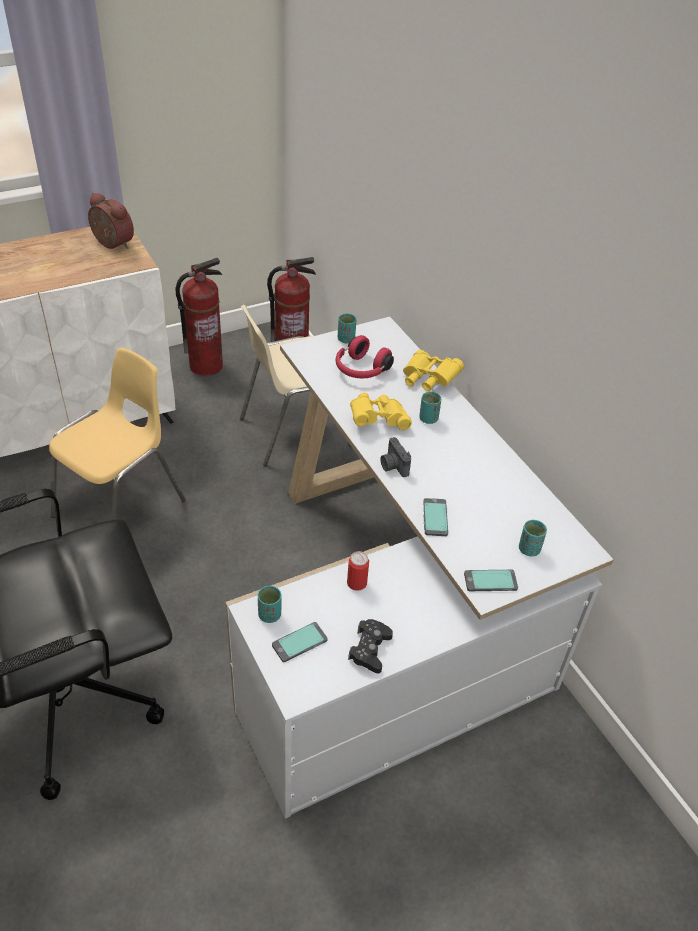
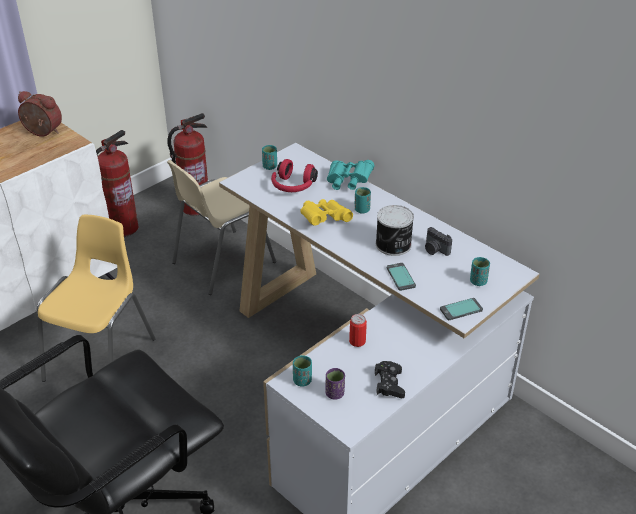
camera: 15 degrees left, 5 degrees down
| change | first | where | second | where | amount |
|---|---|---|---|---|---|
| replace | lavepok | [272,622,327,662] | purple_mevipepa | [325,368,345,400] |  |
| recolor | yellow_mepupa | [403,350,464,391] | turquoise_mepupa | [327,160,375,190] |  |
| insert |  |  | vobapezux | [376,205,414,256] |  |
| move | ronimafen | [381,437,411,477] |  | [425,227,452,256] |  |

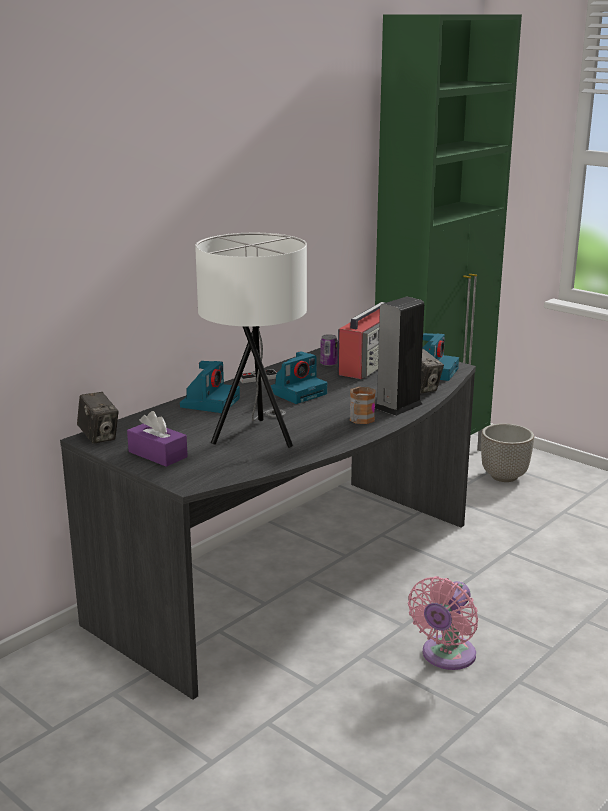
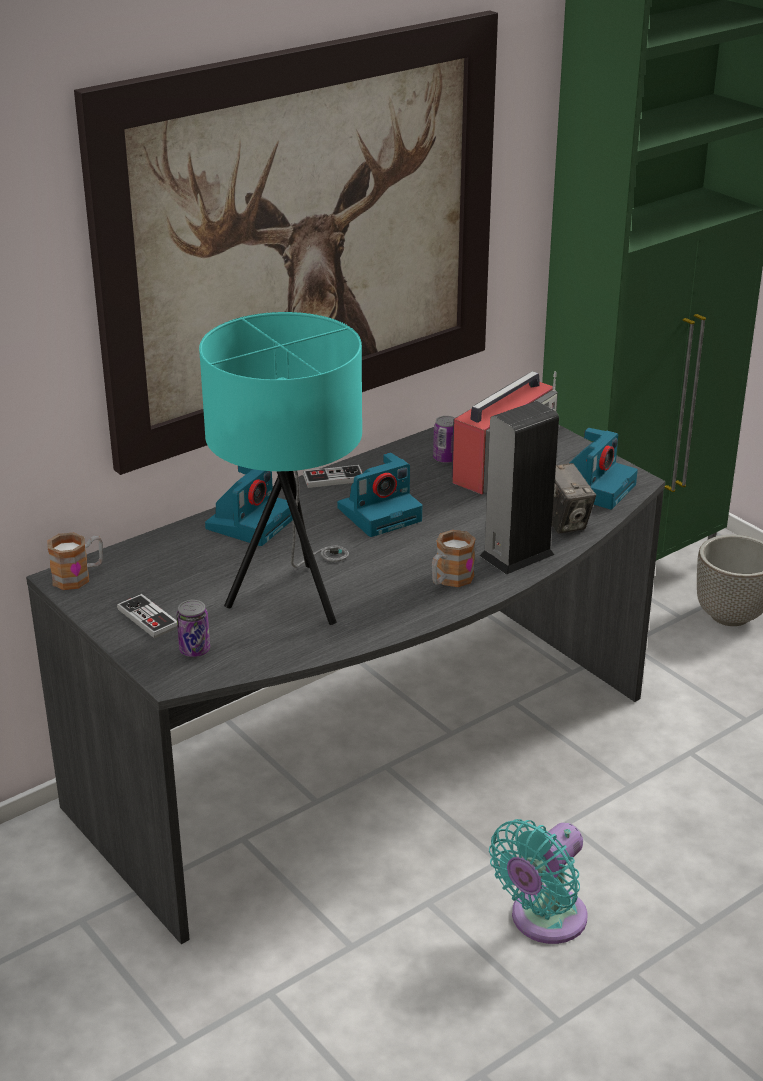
camera: 10 degrees right, 10 degrees up
| change | first | where | second | where | amount |
|---|---|---|---|---|---|
| replace | ronimafen | [77,392,119,444] | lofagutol | [48,533,103,590] |  |
| insert |  |  | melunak | [74,10,498,475] |  |
| replace | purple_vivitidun | [127,411,188,467] | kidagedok | [117,594,177,638] |  |
| insert |  |  | vobapezux | [177,600,210,657] |  |
| recolor | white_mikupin | [195,233,307,448] | turquoise_mikupin | [199,312,362,625] |  |
| recolor | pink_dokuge | [408,576,478,670] | turquoise_dokuge | [489,819,588,944] |  |

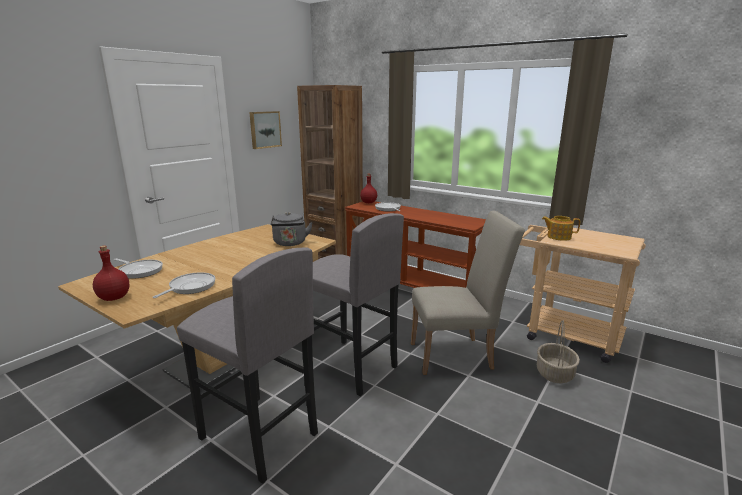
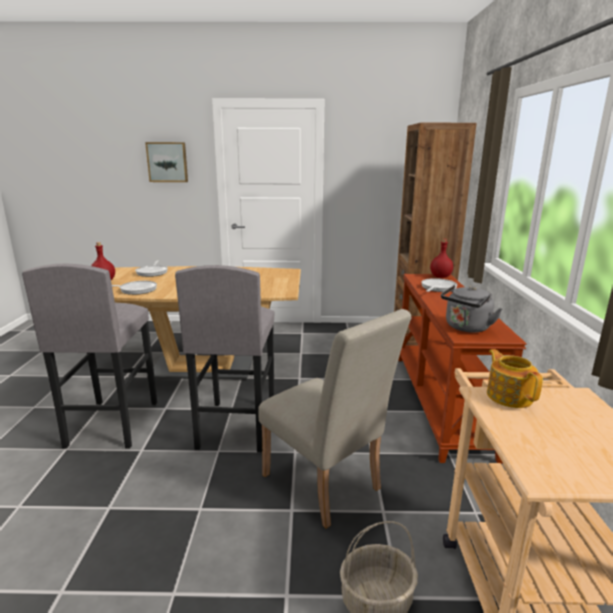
camera: 55 degrees right, 0 degrees up
| change | first | where | second | where | amount |
|---|---|---|---|---|---|
| move | melunak | [249,111,282,149] |  | [145,142,188,182] |  |
| move | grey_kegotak | [271,212,313,246] |  | [441,285,502,333] |  |

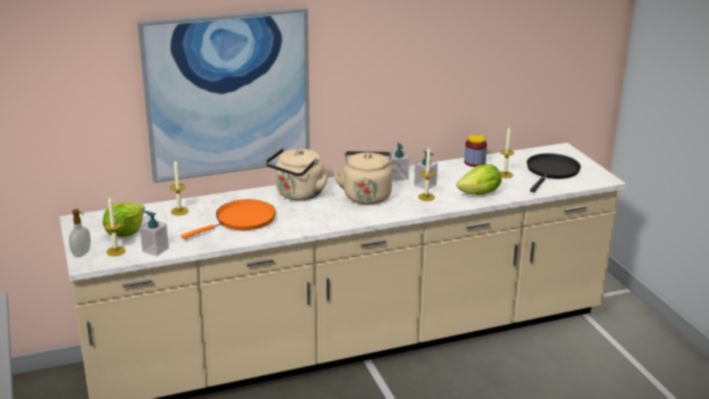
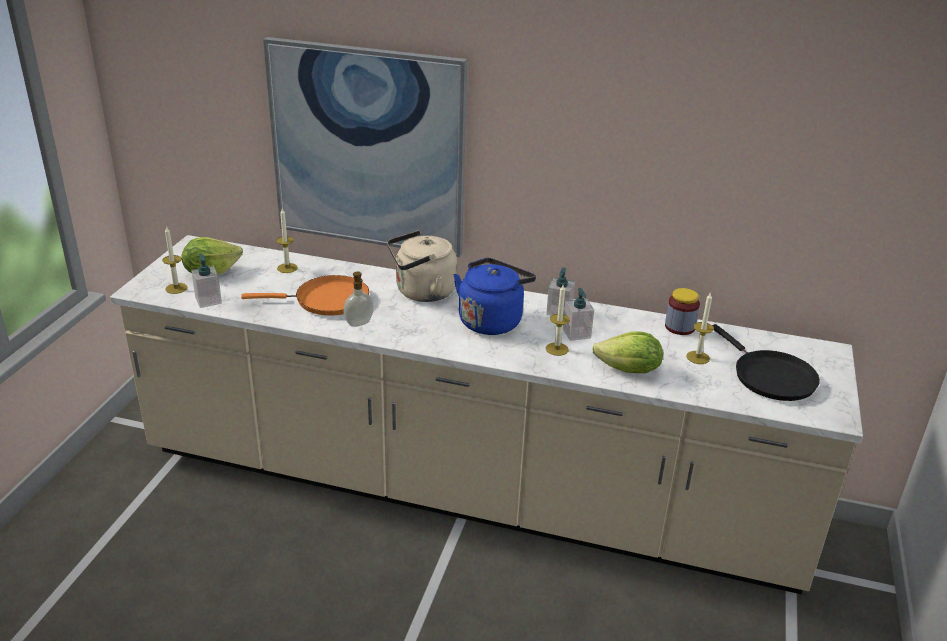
camera: 35 degrees right, 5 degrees up
| change | first | where | second | where | amount |
|---|---|---|---|---|---|
| move | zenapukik | [69,209,91,257] |  | [344,272,374,327] |  |
| recolor | beige_kegotak | [333,151,392,205] | blue_kegotak | [454,258,536,335] |  |
| rotate | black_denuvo | [527,153,581,192] |  | [712,324,820,401] | 90 degrees clockwise |

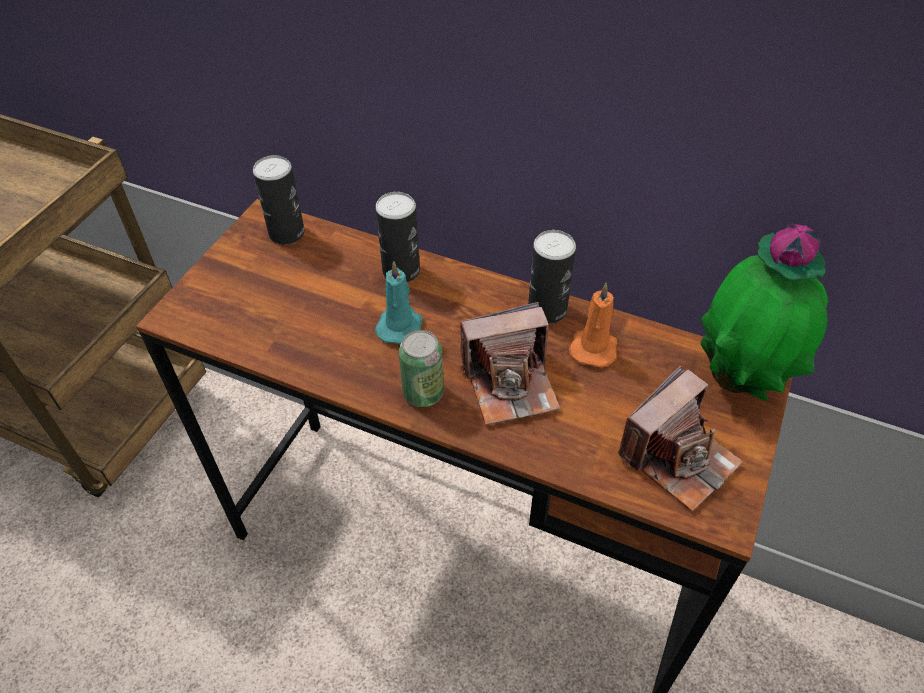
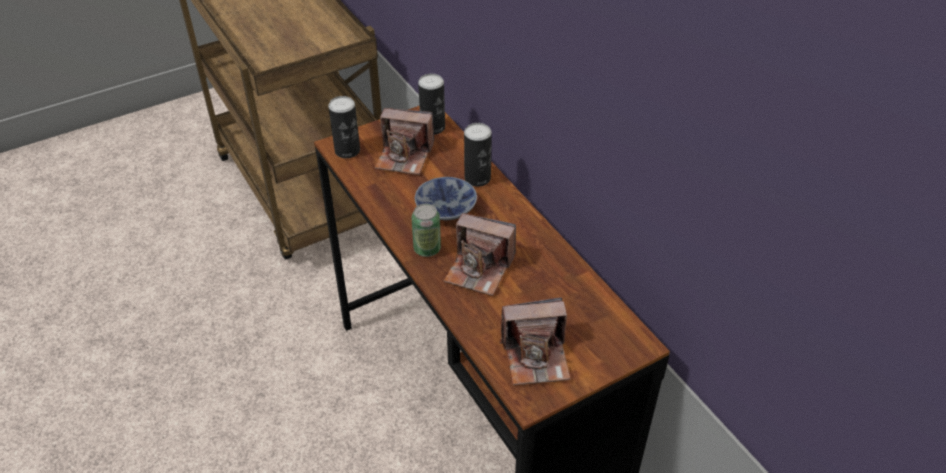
camera: 35 degrees right, 5 degrees down
| change | first | where | second | where | amount |
|---|---|---|---|---|---|
| move | vobapezux | [528,230,576,324] |  | [328,96,360,158] |  |
| insert |  |  | ronimafen | [375,108,434,175] |  |
| replace | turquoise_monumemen | [375,261,423,344] | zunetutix | [415,177,477,220] |  |
| delete | orange_monumemen | [569,283,617,368] |  |  |  |
| delete | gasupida | [700,224,828,401] |  |  |  |

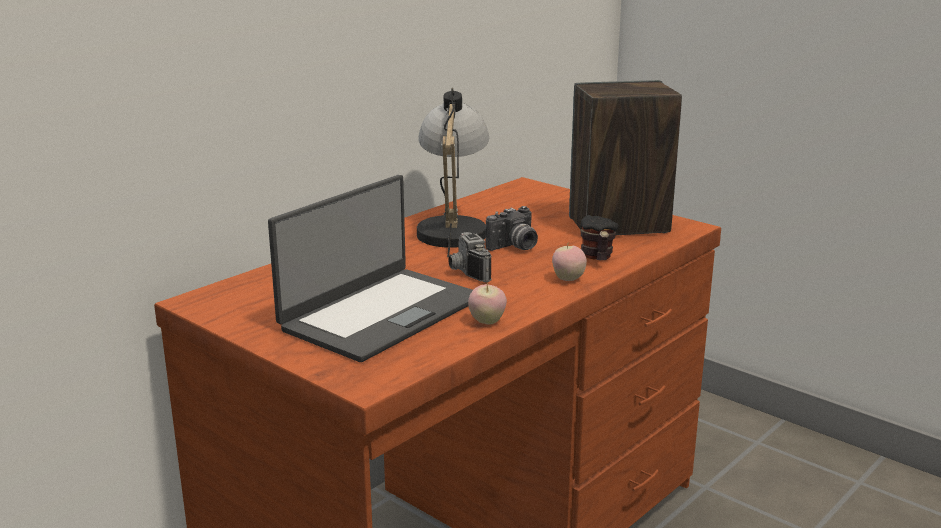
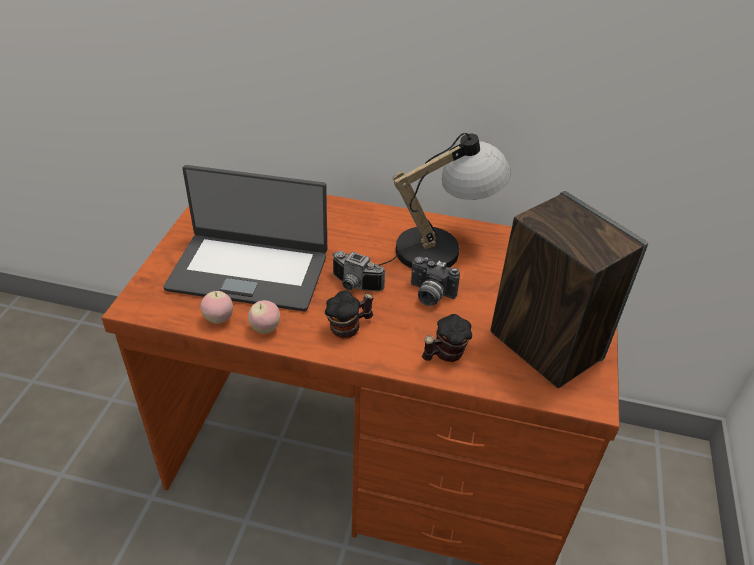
camera: 60 degrees right, 20 degrees up
| change | first | where | second | where | amount |
|---|---|---|---|---|---|
| move | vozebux | [552,244,587,281] |  | [200,291,233,324] |  |
| insert |  |  | lofagutol | [325,290,374,339] |  |
| rotate | ronimafen | [448,232,491,283] |  | [332,251,386,291] | 105 degrees counterclockwise |

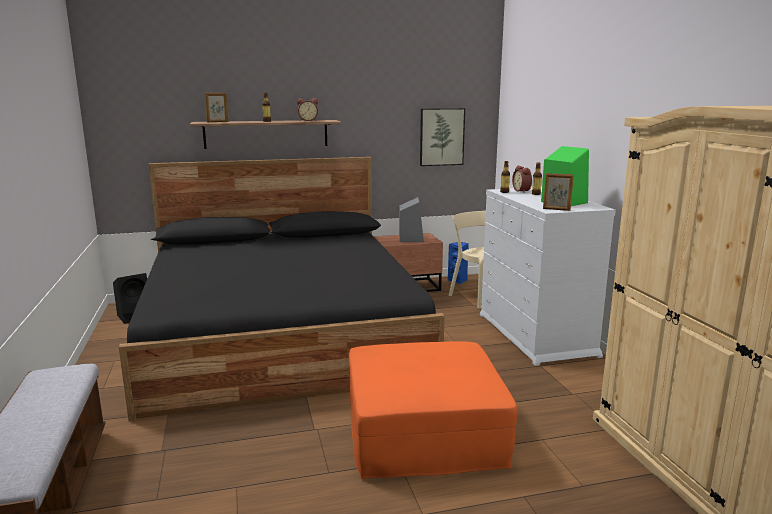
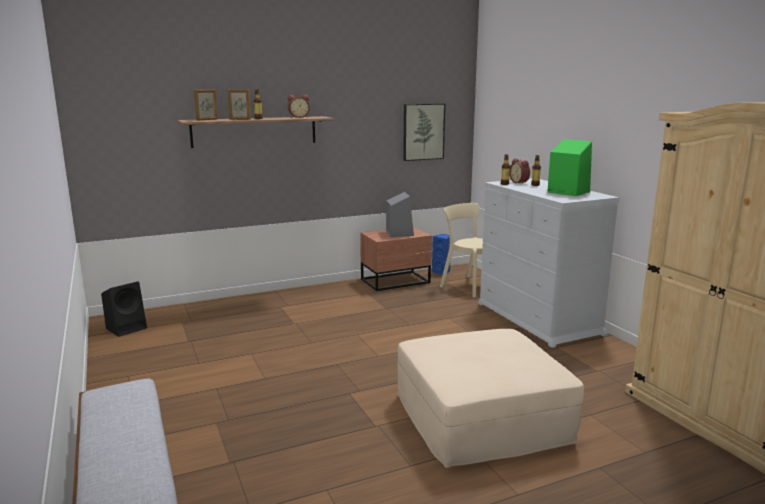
camera: 10 degrees left, 0 degrees up
| change | first | where | second | where | amount |
|---|---|---|---|---|---|
| move | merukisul | [543,173,574,211] |  | [228,89,251,120] |  |
| recolor | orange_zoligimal | [349,341,517,479] | beige_zoligimal | [397,329,585,468] |  |
| delete | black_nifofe | [119,157,445,421] |  |  |  |

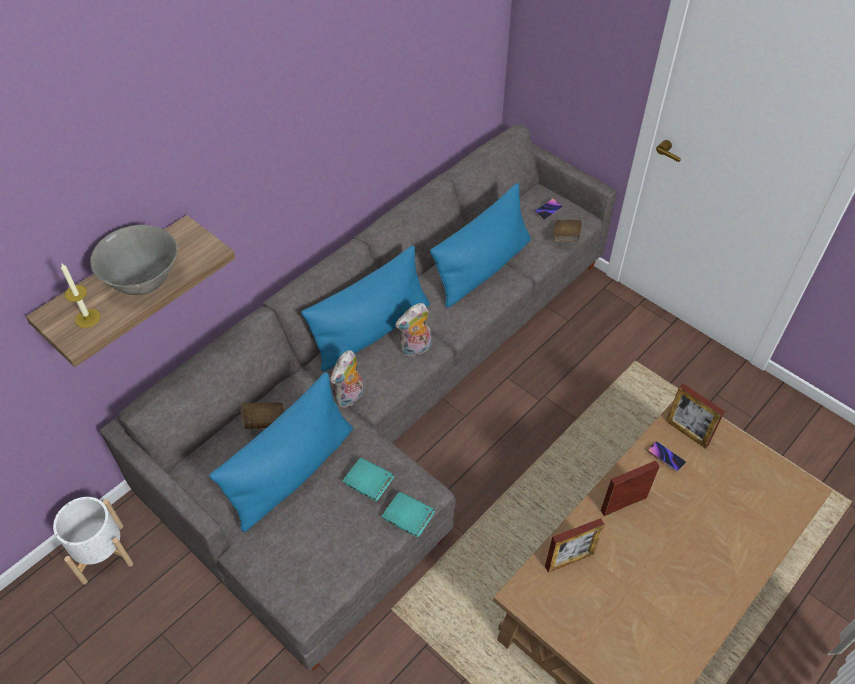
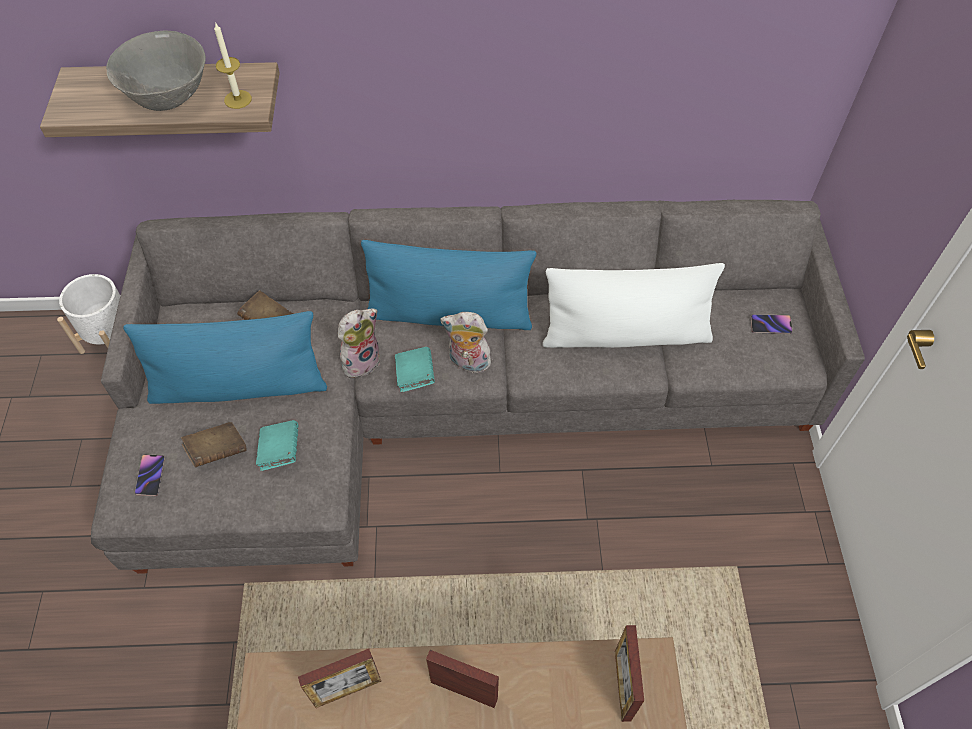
camera: 45 degrees right, 5 degrees up
| change | first | where | second | where | amount |
|---|---|---|---|---|---|
| move | lavepok | [647,441,686,472] |  | [135,454,165,496] |  |
| move | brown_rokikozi | [553,220,582,241] |  | [181,422,246,467] |  |
| move | monumemen | [61,264,100,328] |  | [214,22,252,109] |  |
| rotate | merukisul | [545,518,605,573] |  | [298,649,381,708] | 45 degrees counterclockwise |
| rotate | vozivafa | [330,350,364,408] |  | [338,308,380,378] | 150 degrees clockwise |
| move | turquoise_rokikozi | [382,492,435,537] |  | [395,347,435,392] |  |
| recolor | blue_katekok | [430,183,531,308] | white_katekok | [543,263,725,348] |  |

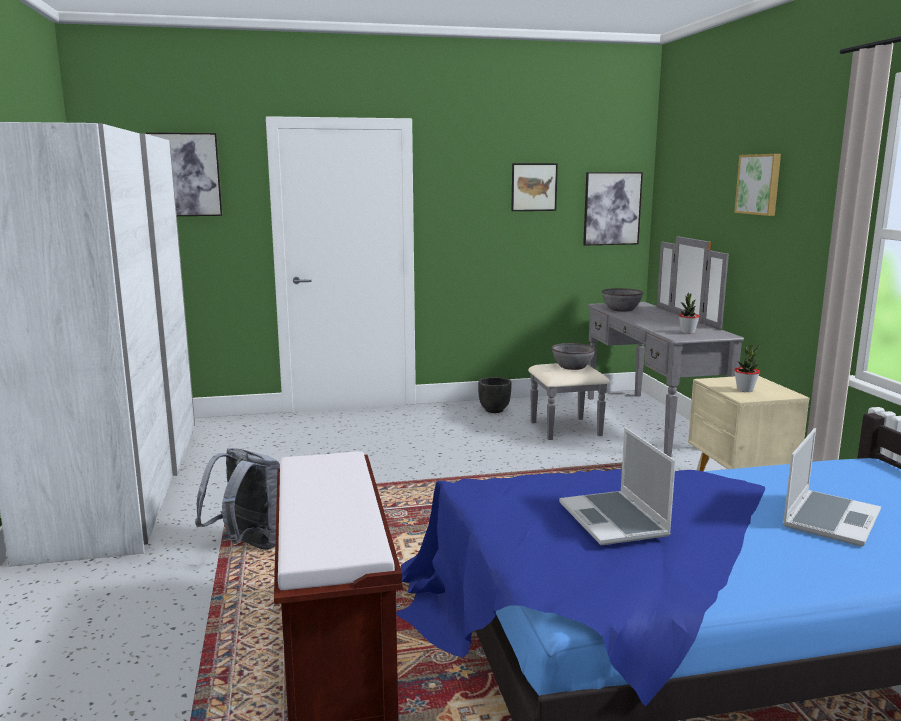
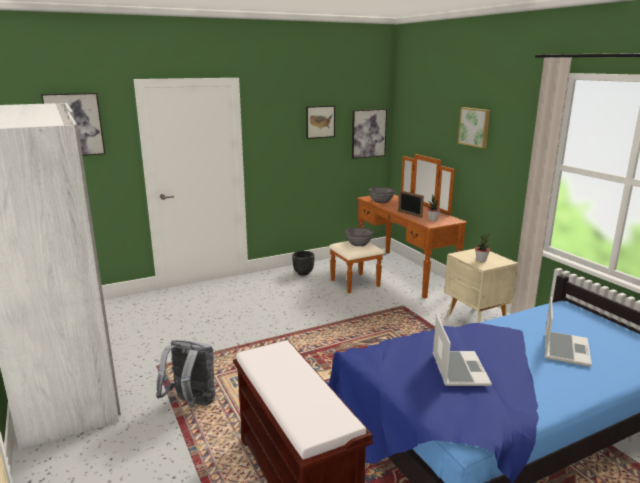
camera: 15 degrees left, 5 degrees up
| change | first | where | second | where | amount |
|---|---|---|---|---|---|
| recolor | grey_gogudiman | [528,236,744,457] | brown_gogudiman | [329,154,467,299] |  |
| insert |  |  | merukisul | [398,190,424,218] |  |
| rotate | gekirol | [559,427,676,545] |  | [433,314,492,386] | 150 degrees counterclockwise |

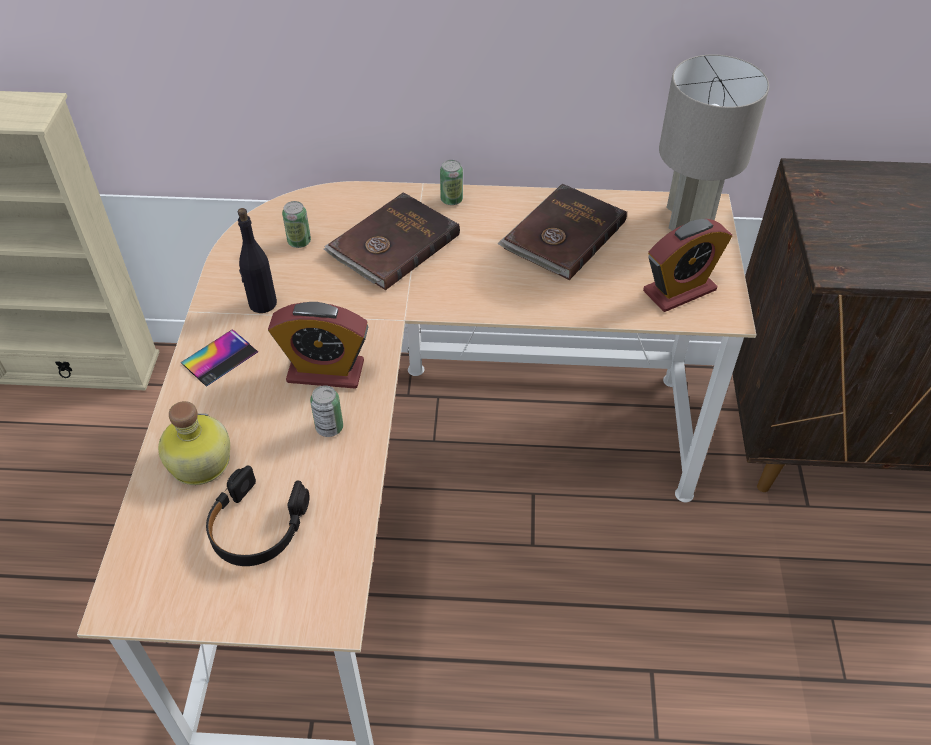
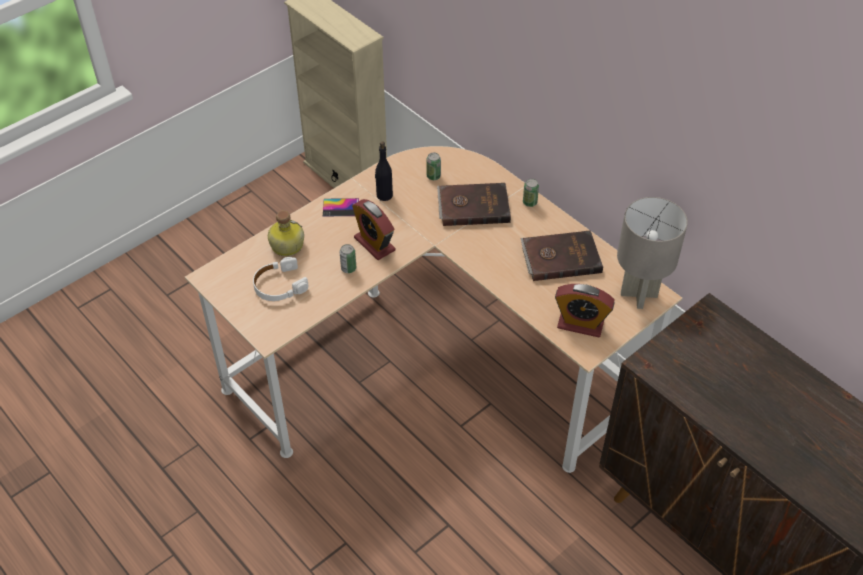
camera: 45 degrees right, 0 degrees up
| change | first | where | second | where | amount |
|---|---|---|---|---|---|
| recolor | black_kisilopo | [206,465,310,566] | white_kisilopo | [253,257,308,301] |  |

